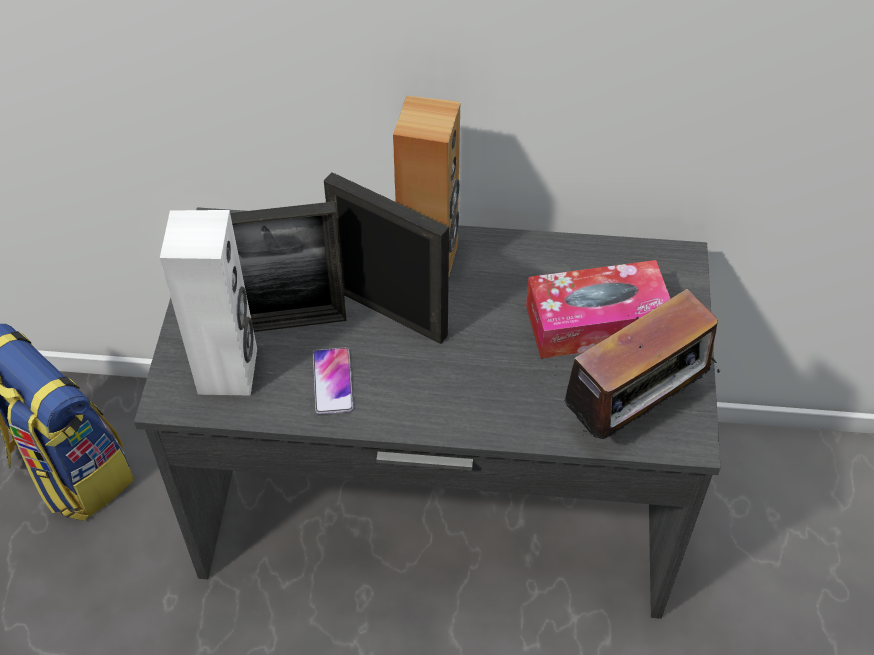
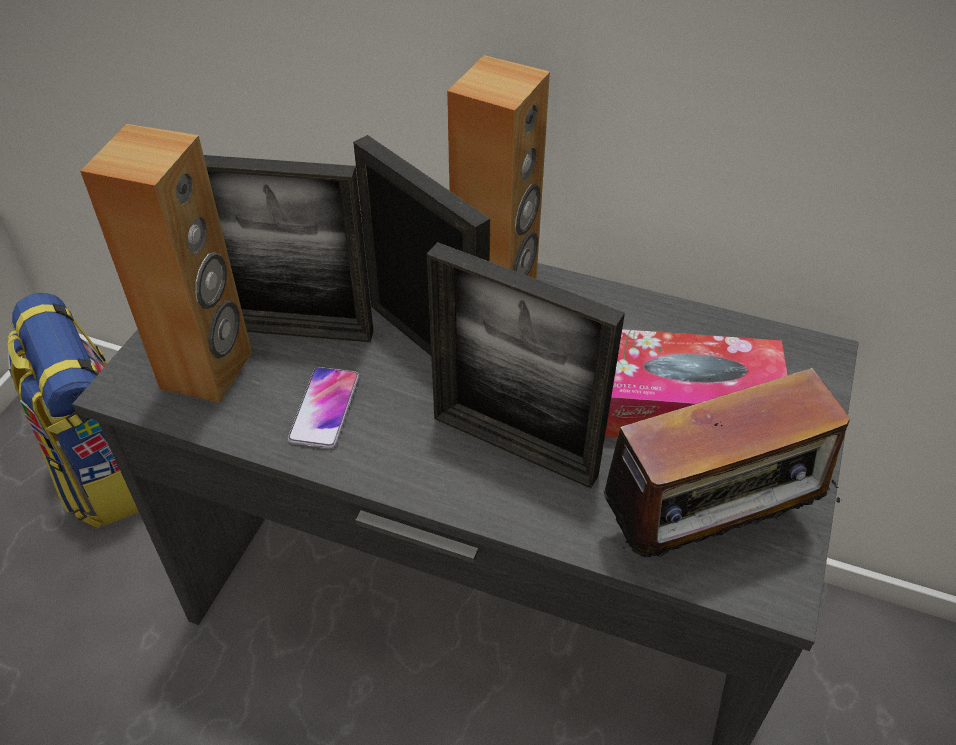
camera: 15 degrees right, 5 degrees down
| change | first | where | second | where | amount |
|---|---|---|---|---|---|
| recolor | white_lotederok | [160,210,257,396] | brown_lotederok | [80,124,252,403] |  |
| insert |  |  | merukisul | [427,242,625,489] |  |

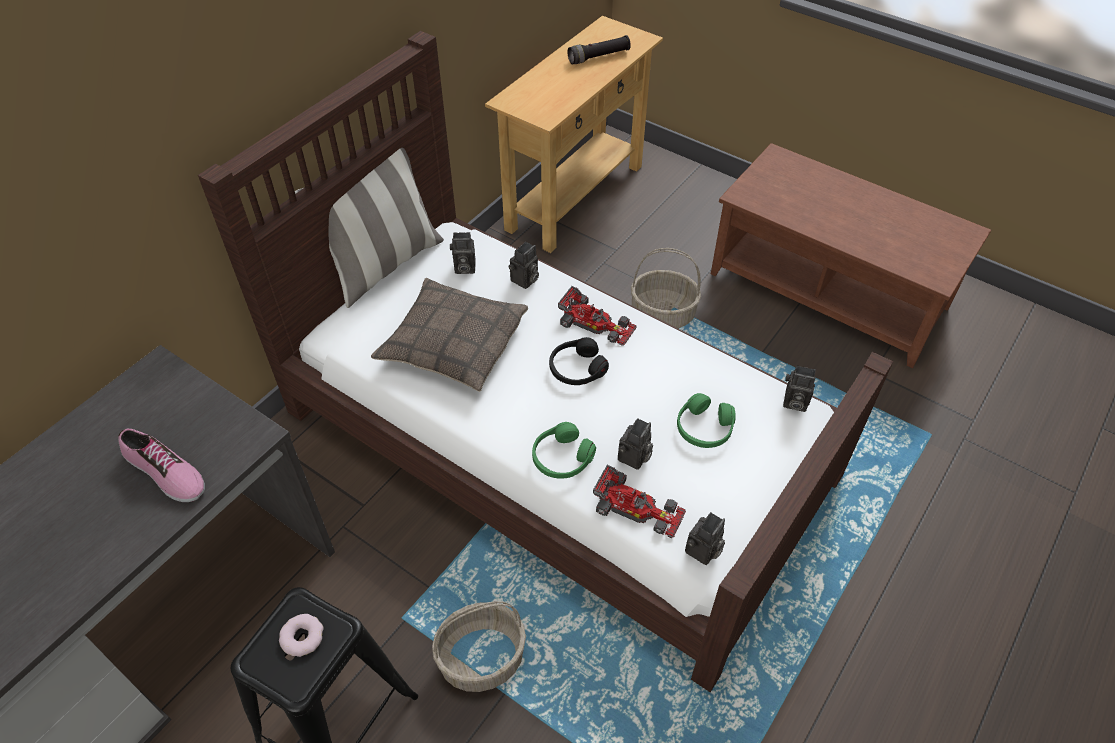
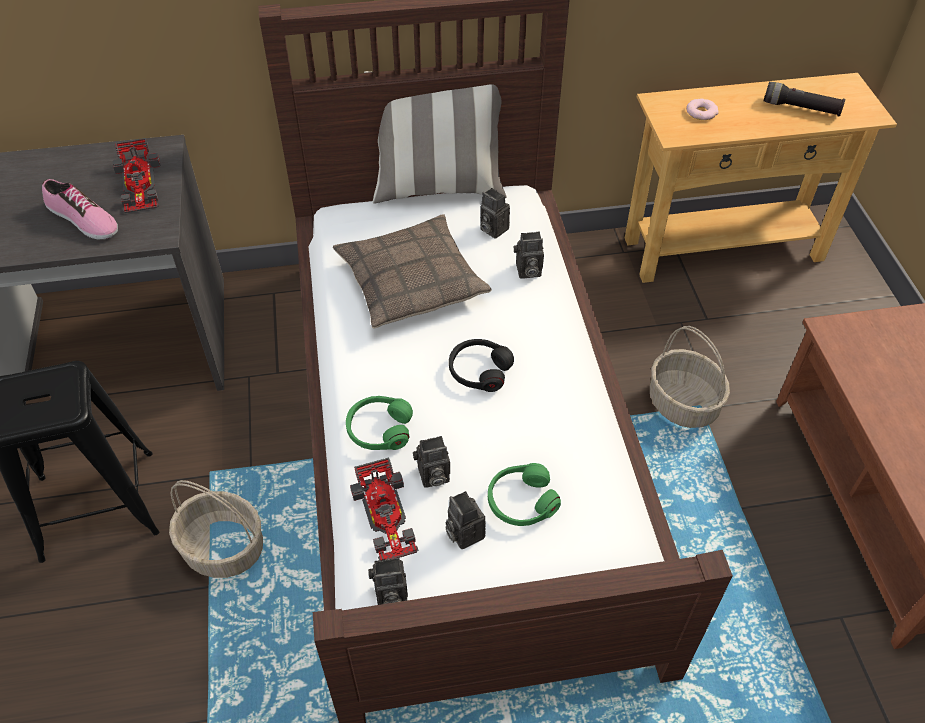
camera: 45 degrees right, 0 degrees up
| change | first | where | second | where | amount |
|---|---|---|---|---|---|
| rotate | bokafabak | [118,429,205,502] |  | [42,179,118,239] | 45 degrees counterclockwise |
| move | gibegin | [558,286,637,346] |  | [113,138,160,213] |  |
| move | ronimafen | [783,365,816,412] |  | [446,491,486,549] |  |
| move | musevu | [279,614,324,657] |  | [686,98,719,120] |  |

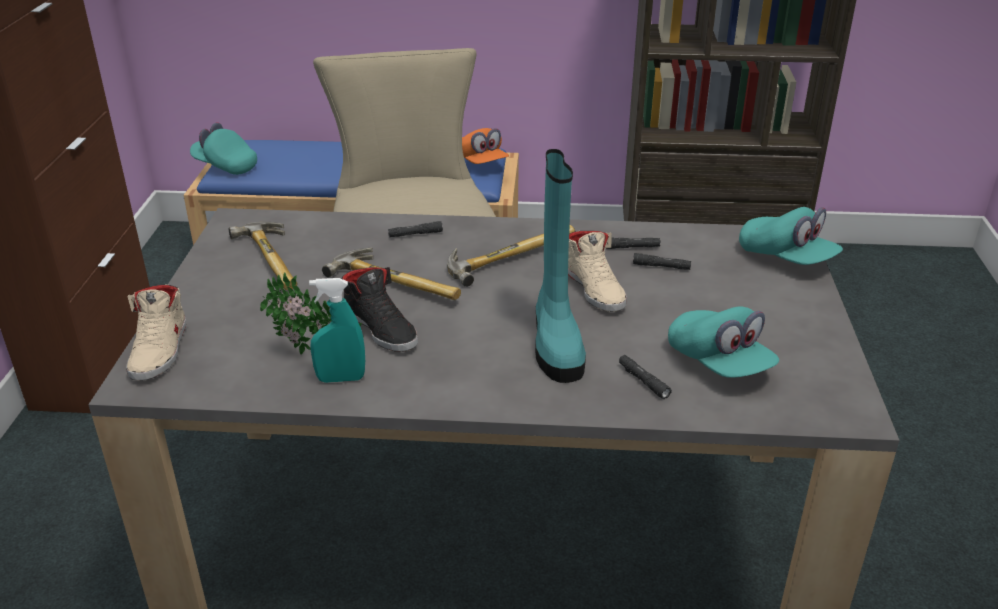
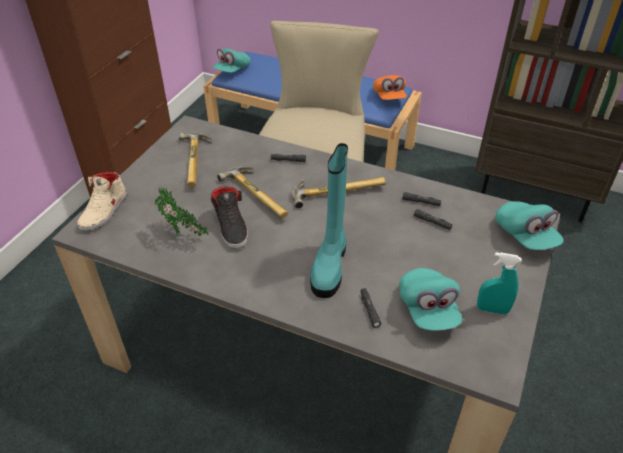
camera: 20 degrees right, 10 degrees up
| change | first | where | second | where | amount |
|---|---|---|---|---|---|
| rotate | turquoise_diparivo | [190,123,257,175] |  | [213,48,250,73] | 105 degrees counterclockwise |
| move | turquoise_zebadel | [309,278,365,383] |  | [477,252,521,315] |  |
| delete | beige_bokafabak | [568,231,627,312] |  |  |  |

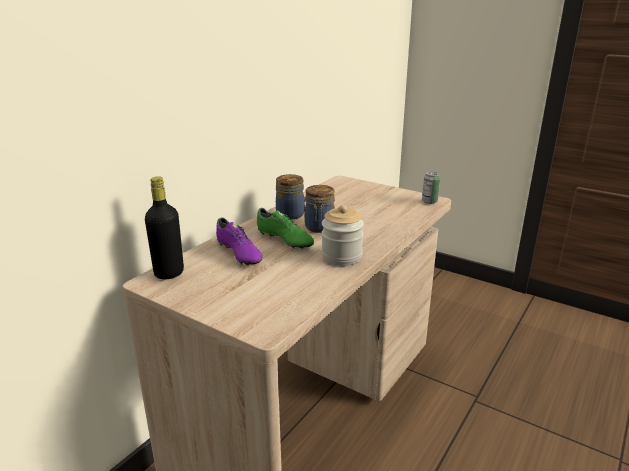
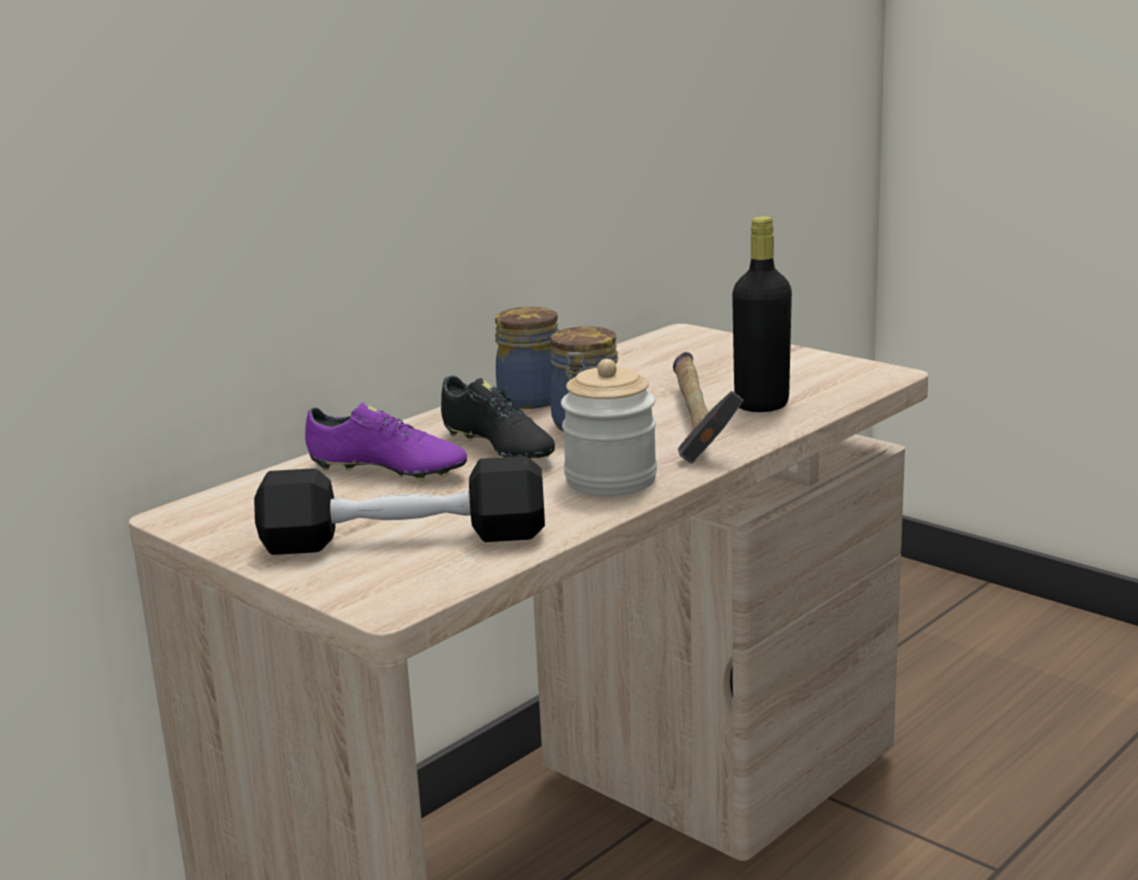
camera: 10 degrees right, 5 degrees down
| change | first | where | second | where | amount |
|---|---|---|---|---|---|
| insert |  |  | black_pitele | [254,456,545,555] |  |
| rotate | purple_bokafabak | [216,218,262,266] |  | [305,402,467,481] | 45 degrees counterclockwise |
| recolor | green_bokafabak | [257,208,314,249] | black_bokafabak | [441,376,555,459] |  |
| insert |  |  | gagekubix | [673,352,744,463] |  |
| move | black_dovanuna | [145,177,184,279] |  | [732,216,792,412] |  |
| delete | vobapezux | [422,172,440,204] |  |  |  |

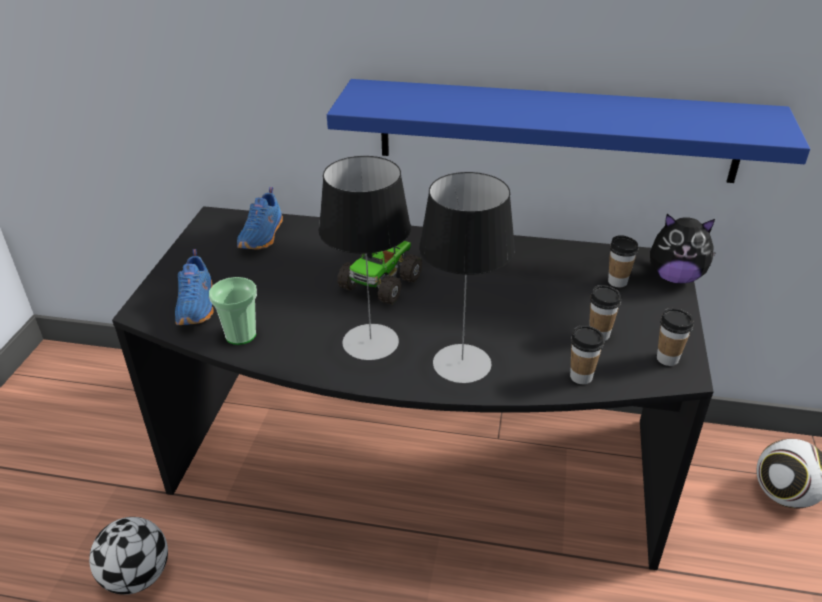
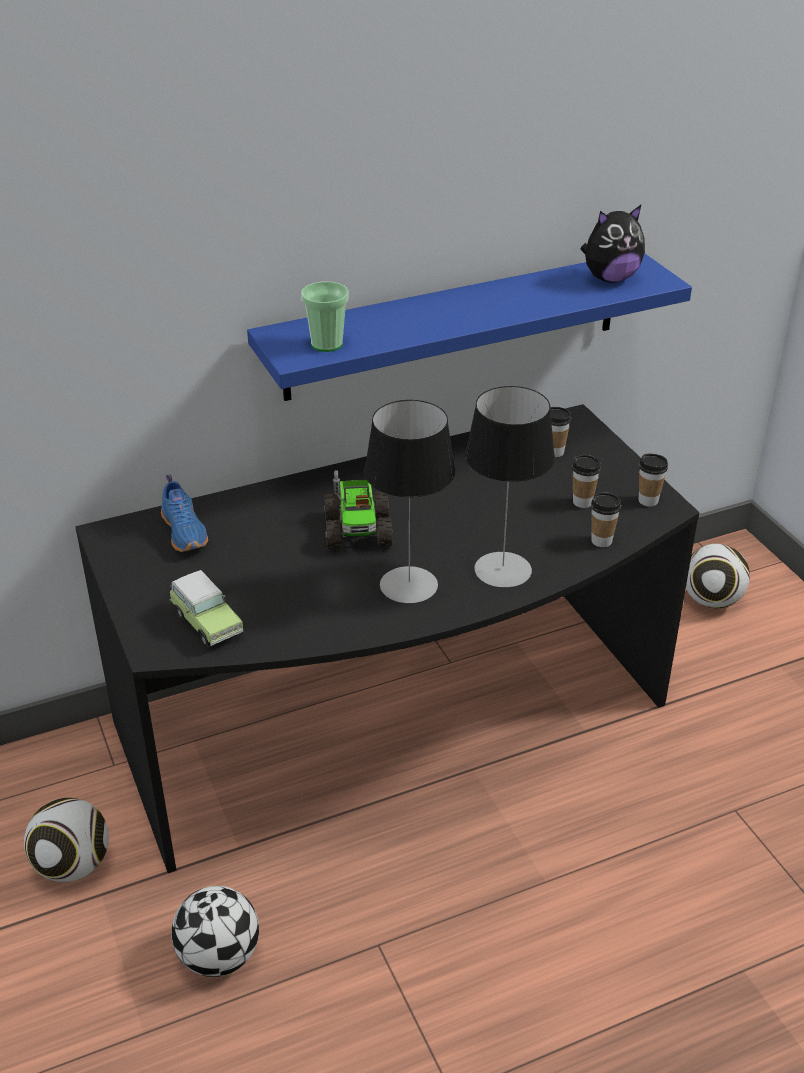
camera: 35 degrees left, 0 degrees up
| change | first | where | second | where | amount |
|---|---|---|---|---|---|
| insert |  |  | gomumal | [24,798,109,882] |  |
| replace | blue_bokafabak | [175,249,214,325] | gibegin | [170,570,243,647] |  |
| move | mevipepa | [209,277,257,345] |  | [301,282,349,352] |  |
| move | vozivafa | [650,214,716,284] |  | [581,205,645,283] |  |

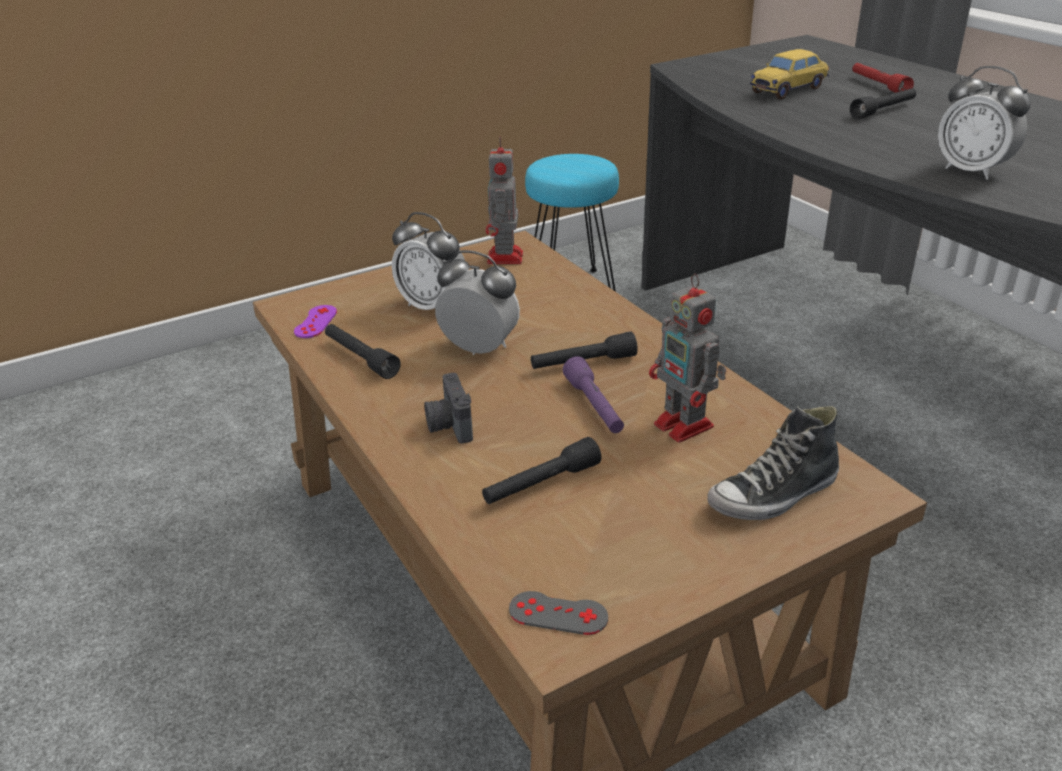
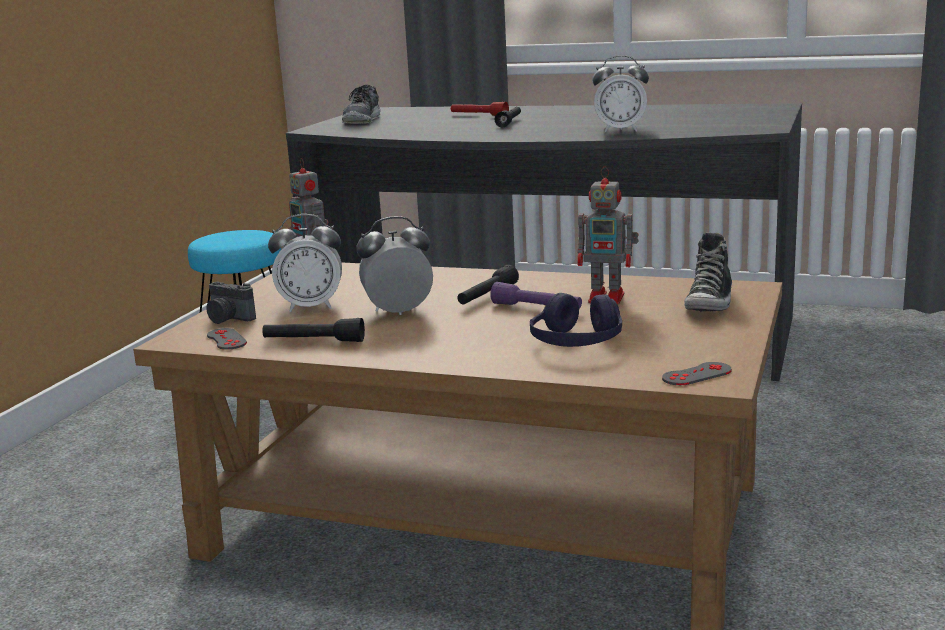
camera: 40 degrees left, 15 degrees down
| change | first | where | second | where | amount |
|---|---|---|---|---|---|
| move | ronimafen | [424,373,473,443] |  | [206,282,256,324] |  |
| recolor | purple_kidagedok | [294,305,337,338] | grey_kidagedok | [207,328,247,350] |  |
| insert |  |  | bokafabak | [342,85,381,124] |  |
| replace | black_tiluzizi | [482,437,601,504] | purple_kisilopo | [530,293,622,347] |  |
| delete | gibegin | [750,49,829,100] |  |  |  |

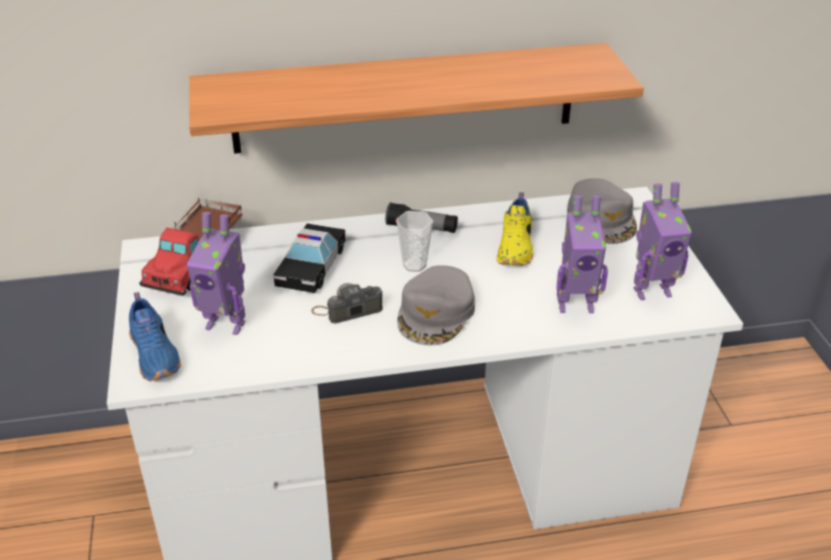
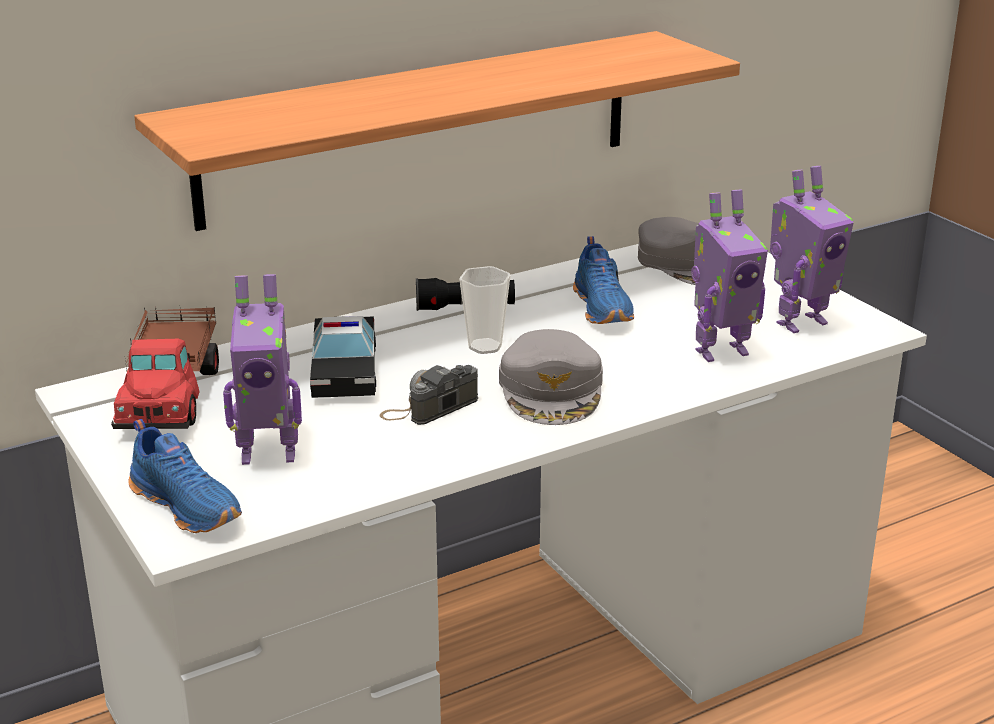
camera: 20 degrees left, 10 degrees down
| change | first | where | second | where | amount |
|---|---|---|---|---|---|
| recolor | yellow_bokafabak | [497,192,533,266] | blue_bokafabak | [573,236,634,324] |  |

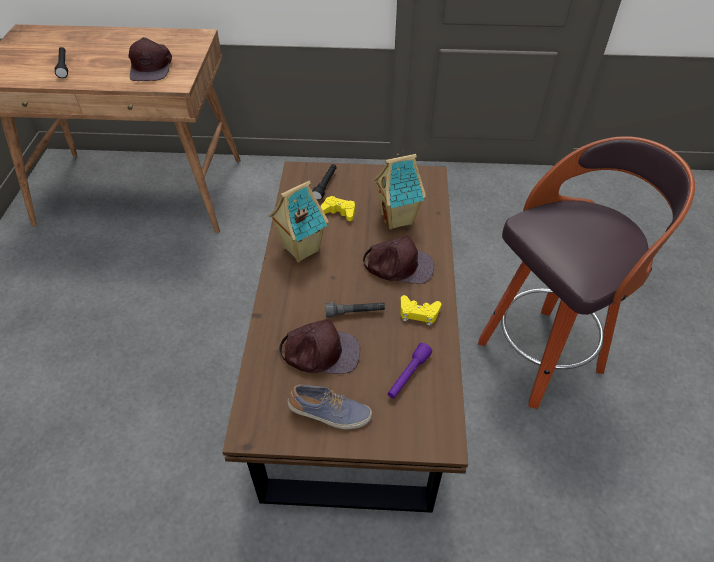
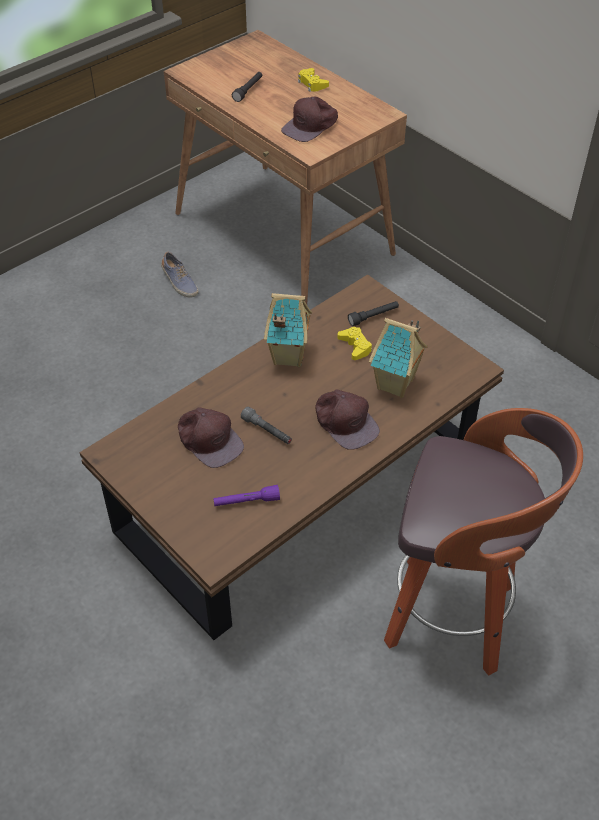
camera: 45 degrees right, 0 degrees up
| change | first | where | second | where | amount |
|---|---|---|---|---|---|
| move | bokafabak | [288,384,372,430] |  | [161,252,199,298] |  |
| move | yellow_kidagedok | [400,295,441,326] |  | [298,68,329,92] |  |

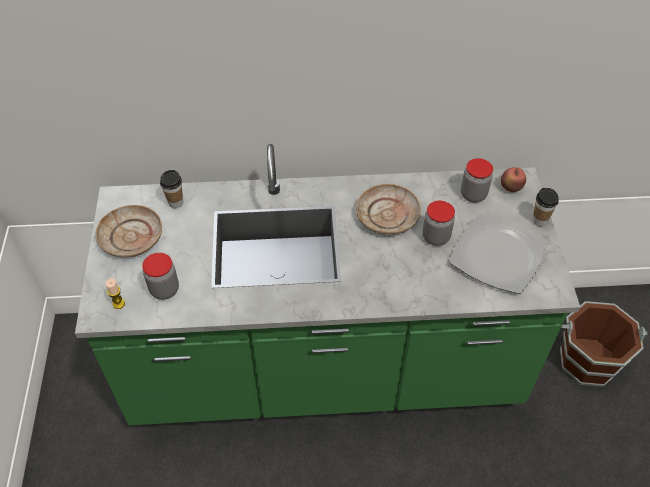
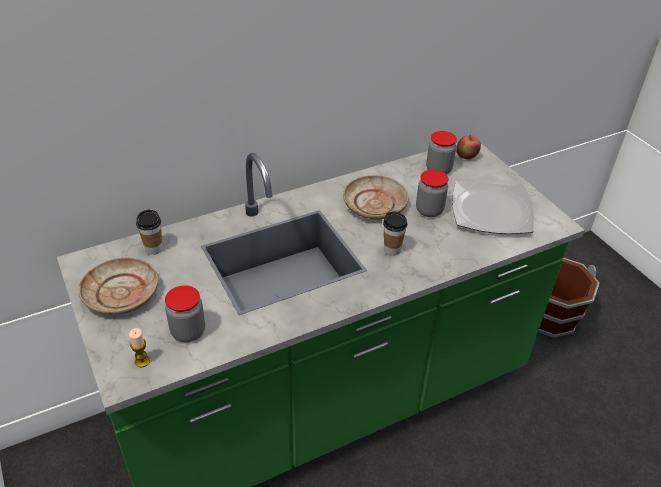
camera: 25 degrees left, 10 degrees down
| change | first | where | second | where | amount |
|---|---|---|---|---|---|
| move | mevipepa | [532,188,559,226] |  | [383,211,407,256] |  |

